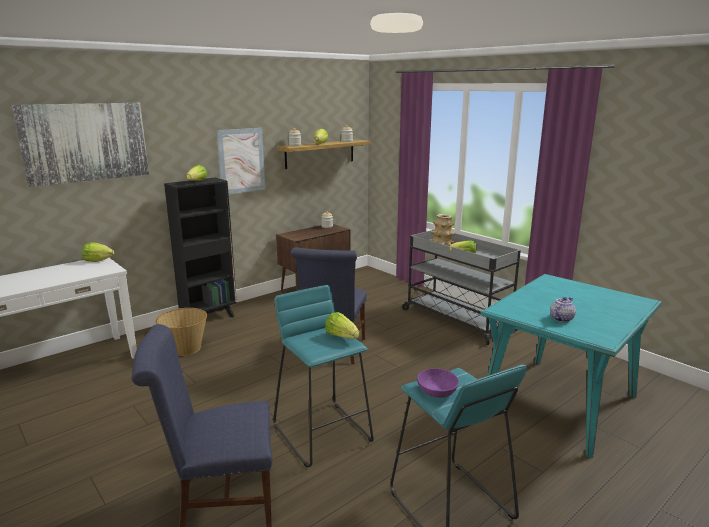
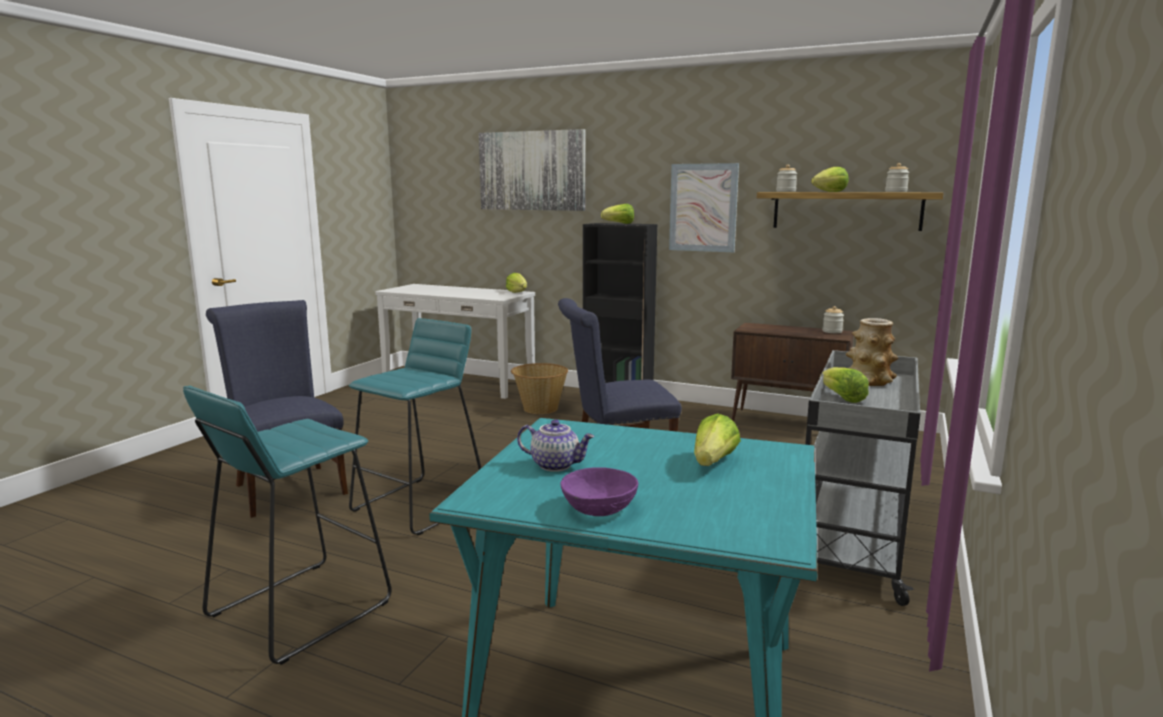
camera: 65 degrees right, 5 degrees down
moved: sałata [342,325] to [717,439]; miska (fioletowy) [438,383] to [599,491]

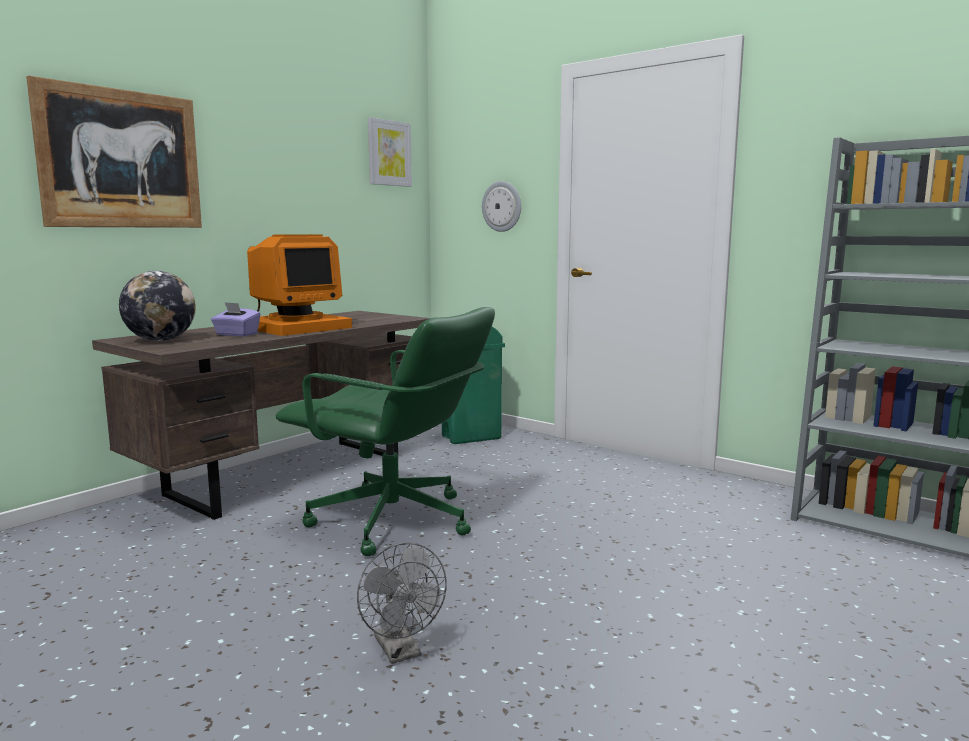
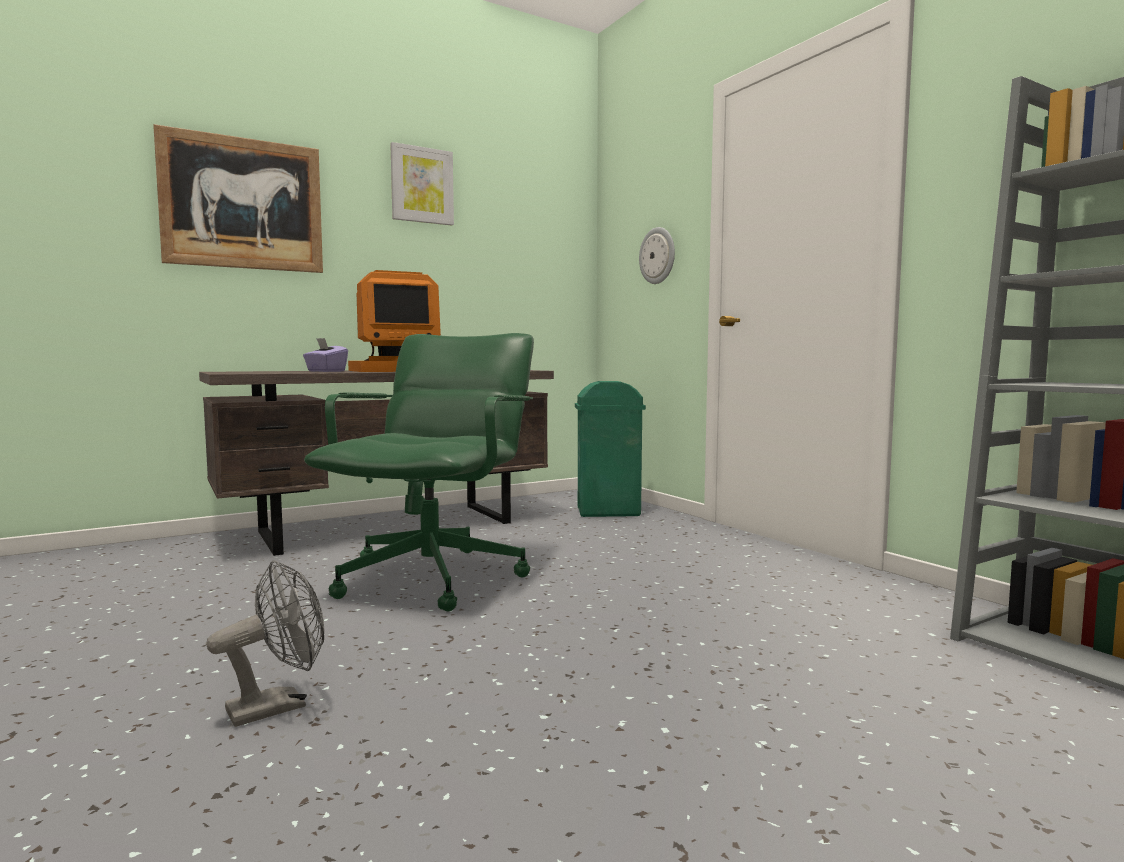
camera: 20 degrees right, 5 degrees down
removed: globus [157,306]
moved: obraz [390,152] to [422,184]
turned: krzesło biurowe (zielony) [385,431] = [419,472] 120 degrees counterclockwise; wentylator (szary) [402,603] = [265,643] 120 degrees counterclockwise

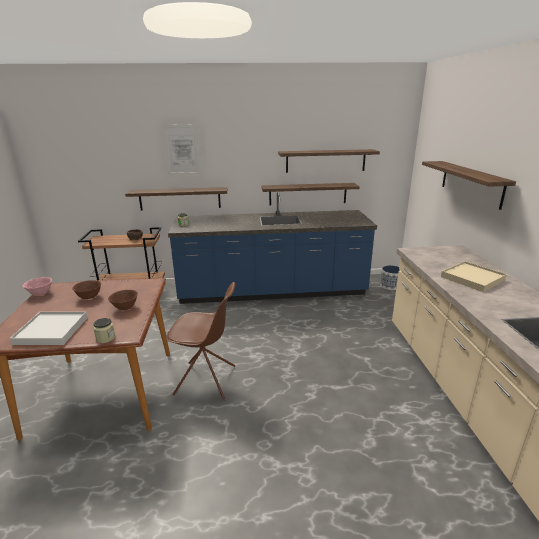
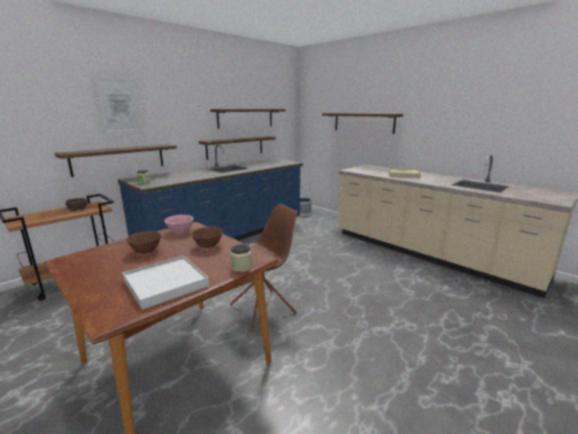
camera: 40 degrees left, 5 degrees down
moved: miska (różowy) [37,286] to [179,224]

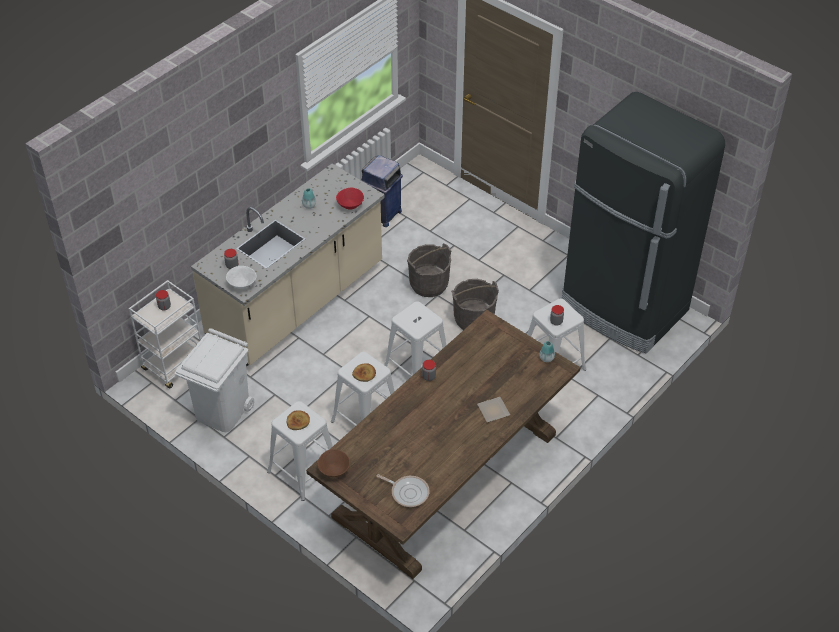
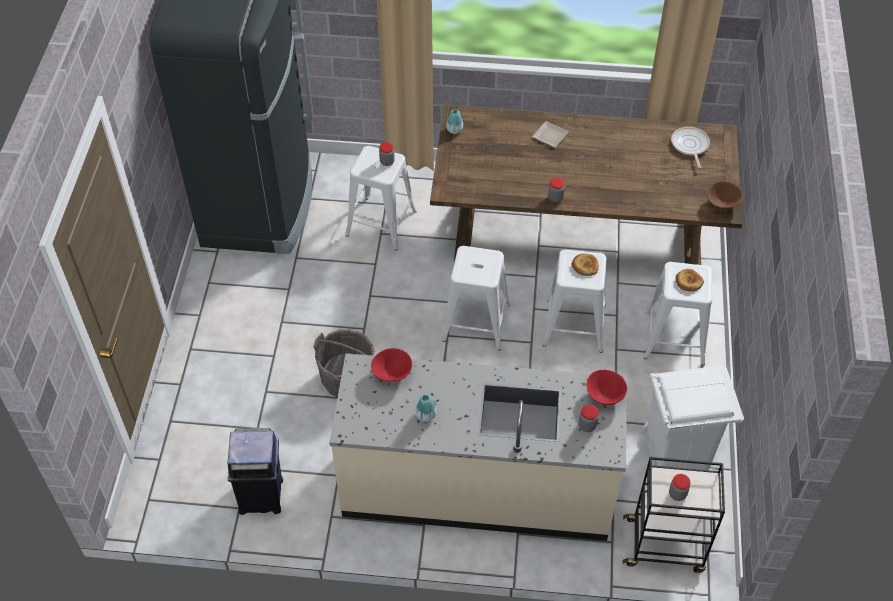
camera: 125 degrees left, 5 degrees up
removed: wiadro (szary) [475,304]
recoloured: miska (biały) [241,277] to miska (czerwony) [607,387]; wózek (biały) [165,334] to wózek (czarny) [674,515]

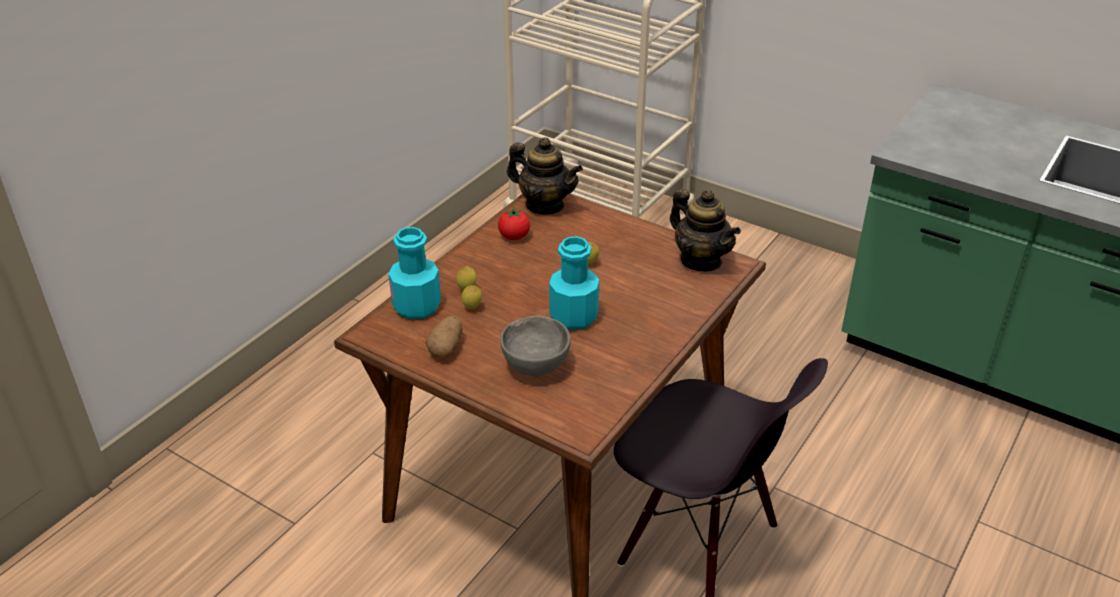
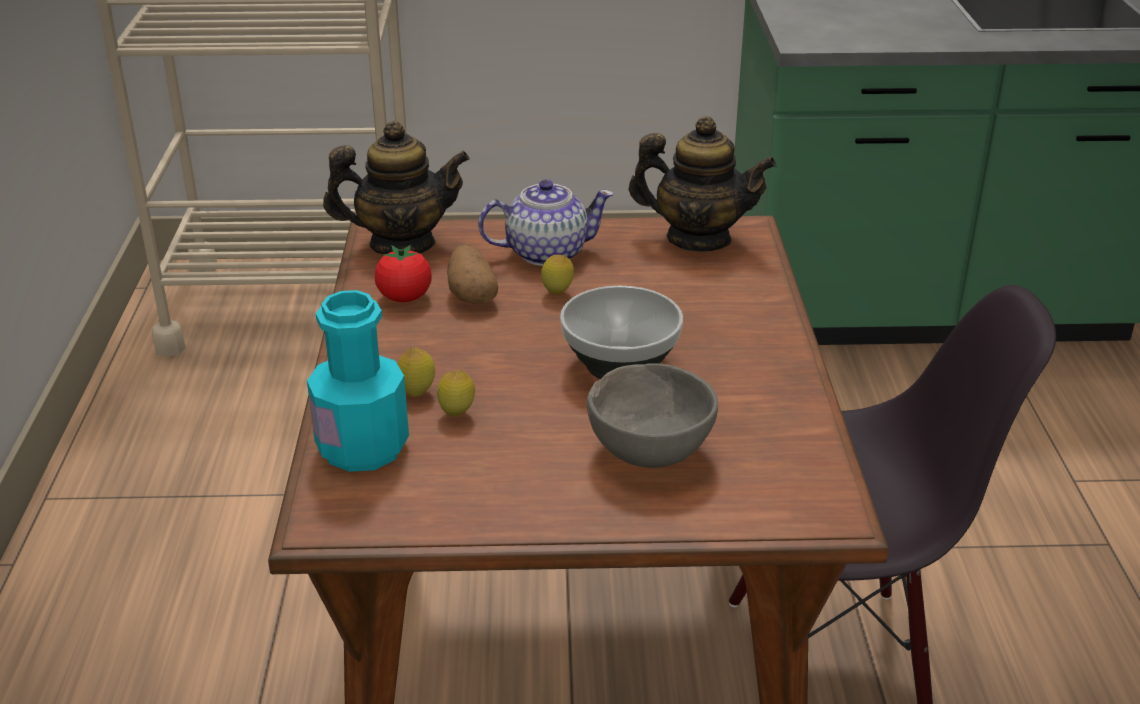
camera: 35 degrees left, 5 degrees down
added: imbryk [546,222]
moved: ziemniak [444,337] to [472,274]
replaced: butelka (turkusowy) [574,283] to miska [621,332]

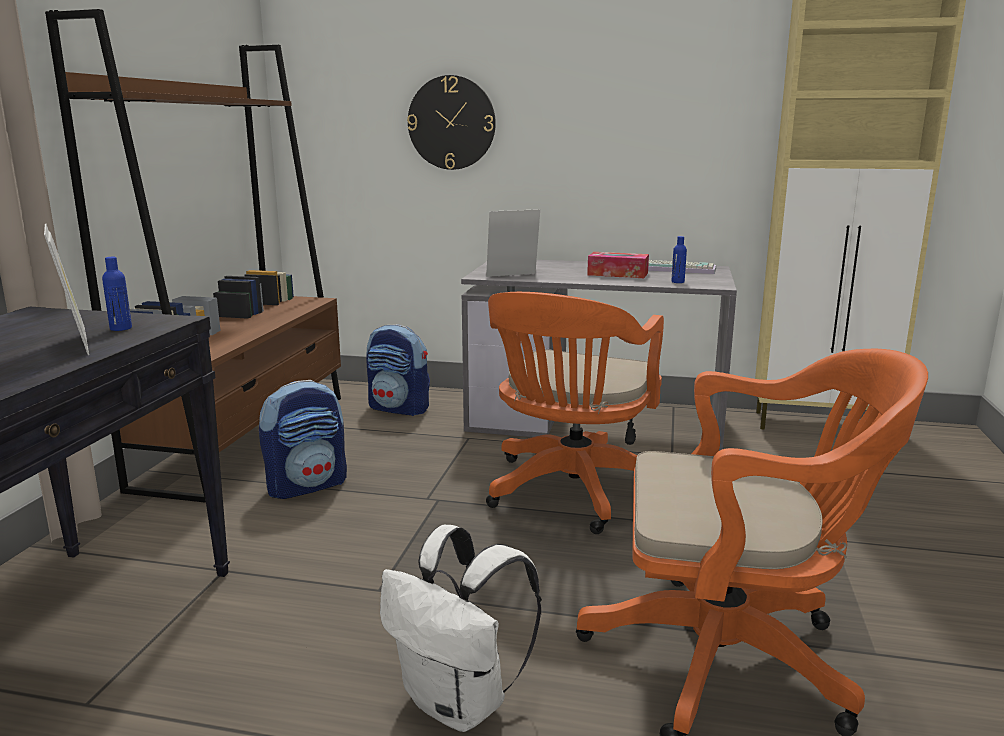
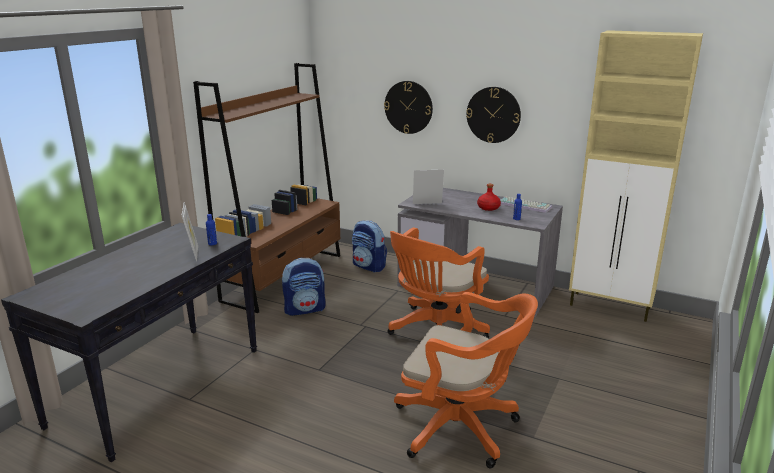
camera: 15 degrees right, 5 degrees up
removed: plecak (biały) [461,628]
added: zegar ścienny [493,115]
replaced: pudełko chusteczek [618,265] to butelka (czerwony) [489,197]

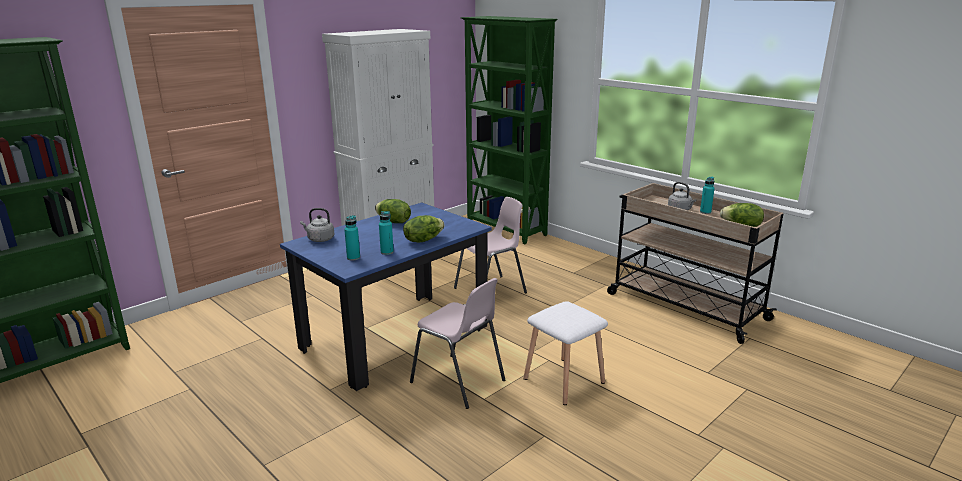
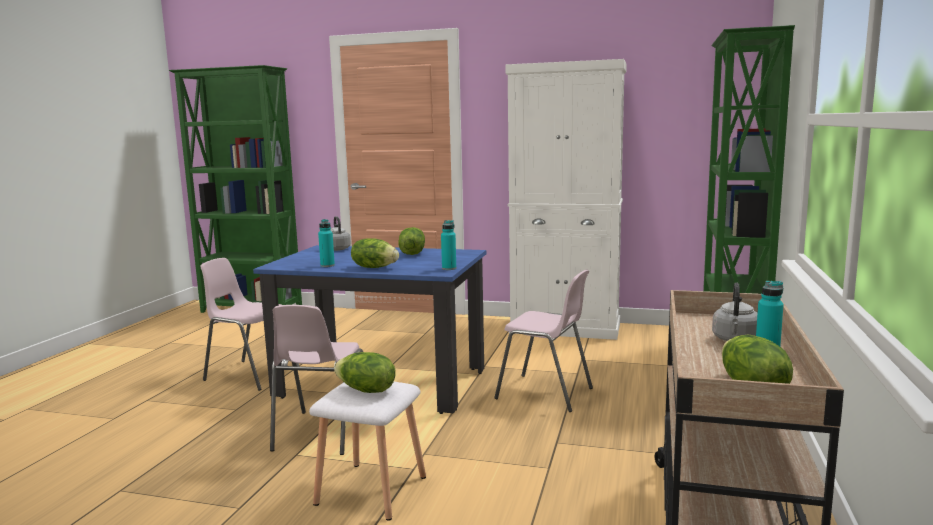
camera: 60 degrees right, 10 degrees down
added: krzesło (różowy) [250,324]; sałata [365,372]
moved: butelka (turkusowy) [352,238] to [448,245]

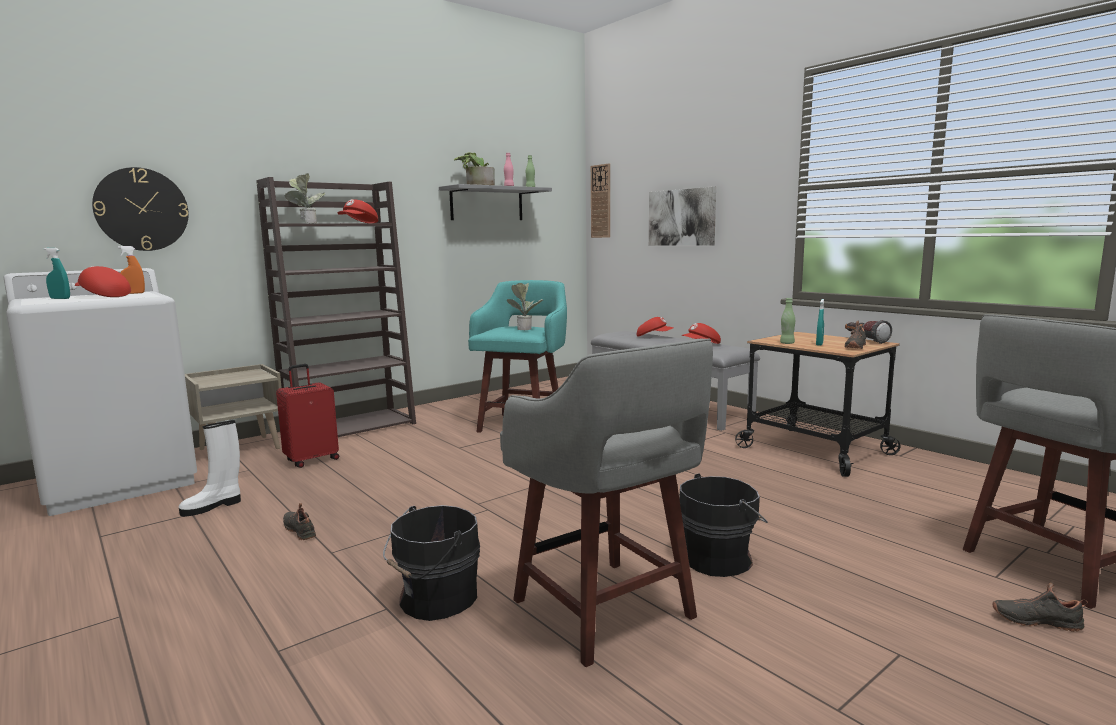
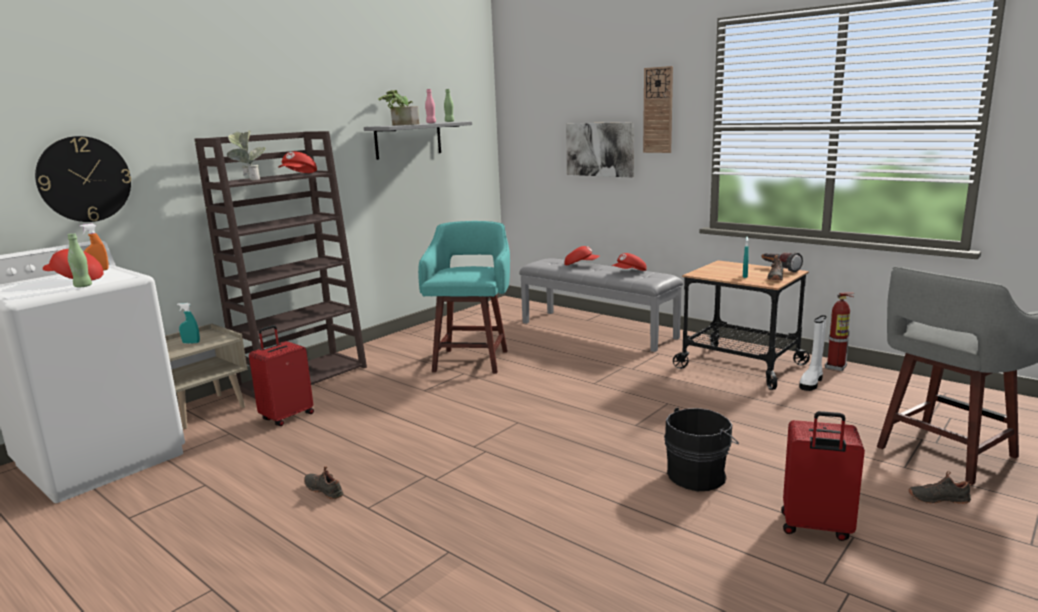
camera: 10 degrees left, 5 degrees up
removed: roślina doniczkowa [525,306]; stołek (szary) [606,503]; wiadro (czarny) [431,563]
added: gaśnica [840,331]; walizka (czerwony) [823,476]
moved: zegar ścienny [600,200] to [658,109]; spryskiwacz (turkusowy) [57,273] to [188,323]; butelka (zielony) [787,321] to [79,260]; but z cholewką (biały) [210,468] to [813,353]

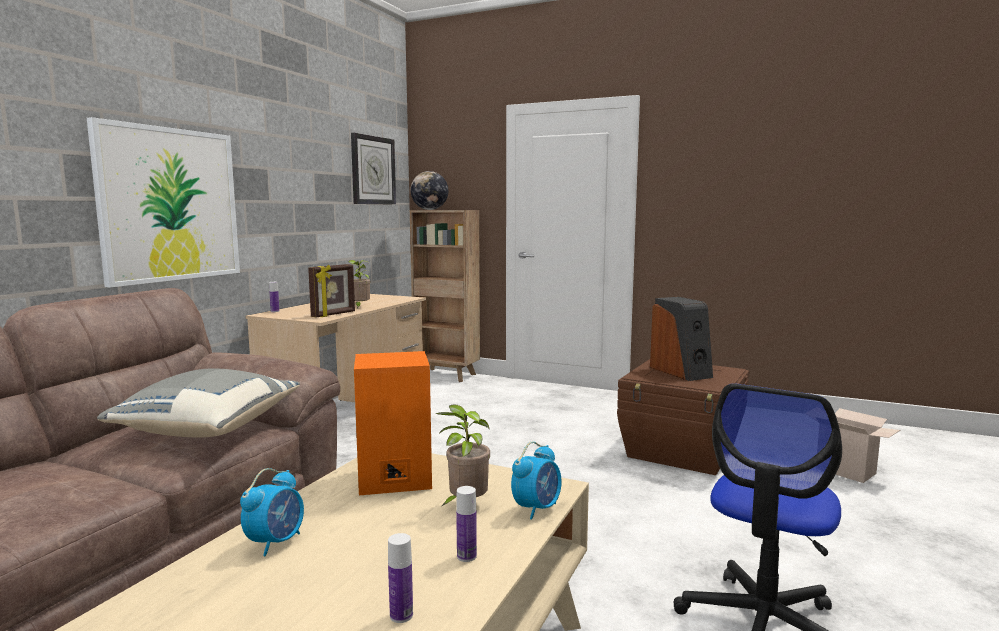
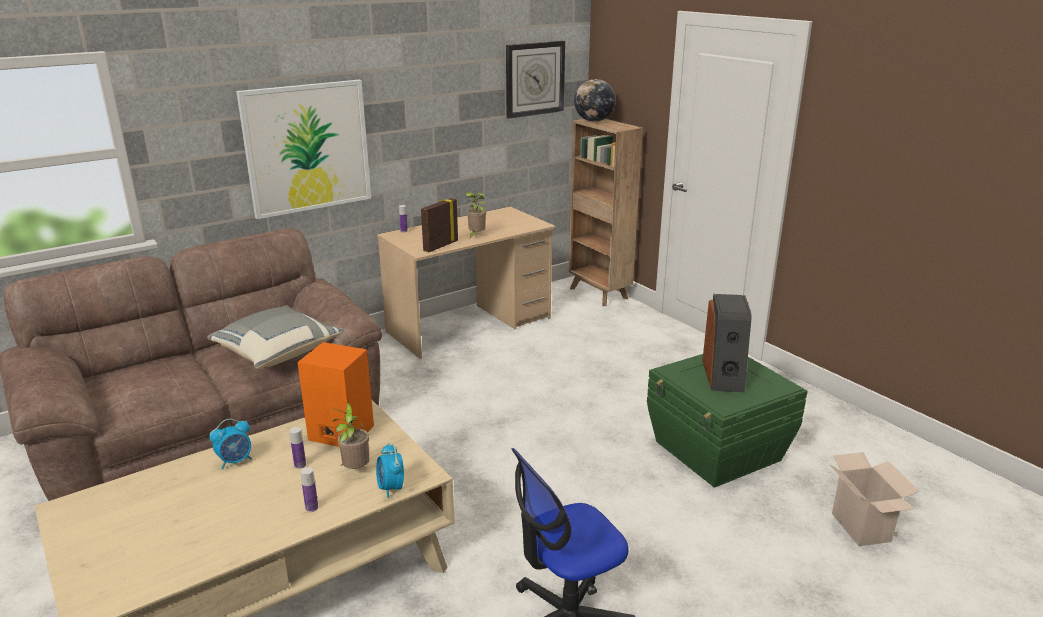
camera: 30 degrees right, 15 degrees up
moved: butelka [400,578] to [297,448]
recoloured: pojemnik do przechowywania (brązowy) [683,417] to pojemnik do przechowywania (zielony) [727,421]
turned: ramka na zdjęcie [331,291] = [439,225] 150 degrees clockwise; budzik [536,481] = [390,470] 90 degrees clockwise

